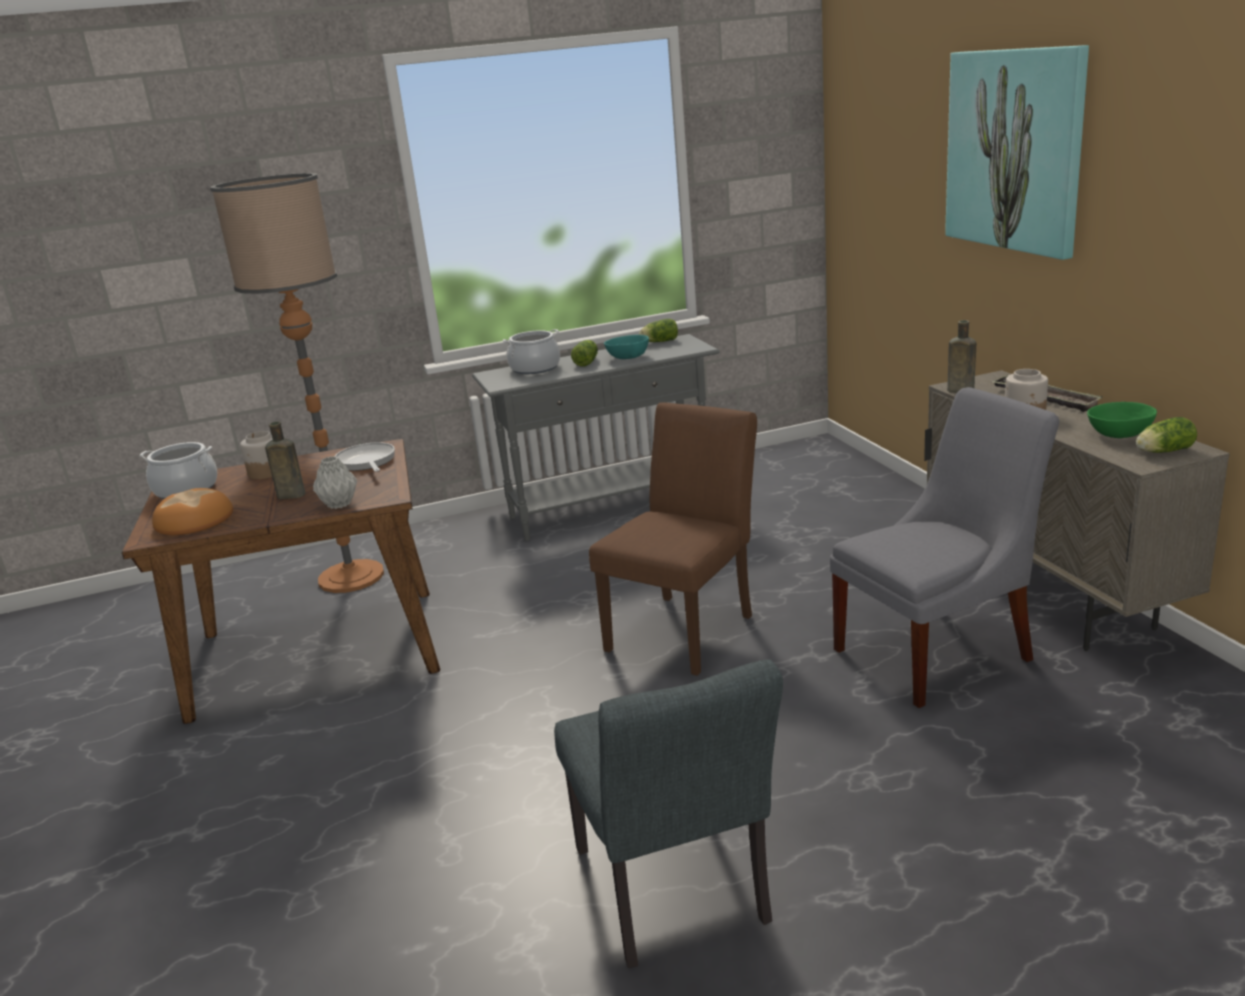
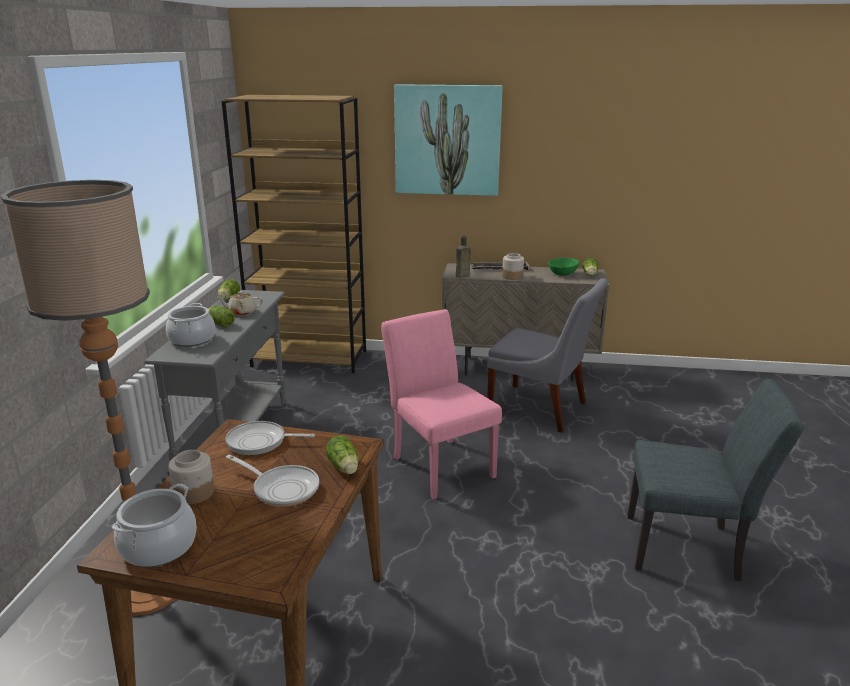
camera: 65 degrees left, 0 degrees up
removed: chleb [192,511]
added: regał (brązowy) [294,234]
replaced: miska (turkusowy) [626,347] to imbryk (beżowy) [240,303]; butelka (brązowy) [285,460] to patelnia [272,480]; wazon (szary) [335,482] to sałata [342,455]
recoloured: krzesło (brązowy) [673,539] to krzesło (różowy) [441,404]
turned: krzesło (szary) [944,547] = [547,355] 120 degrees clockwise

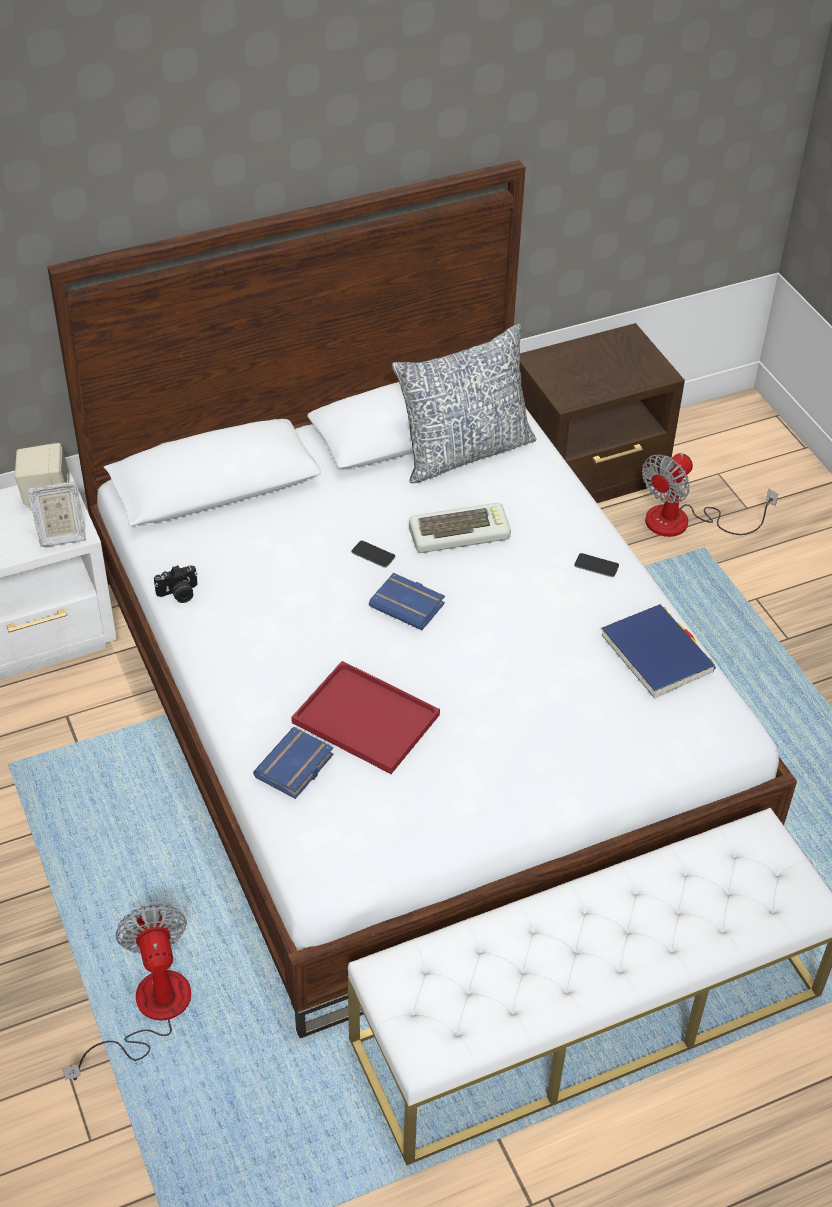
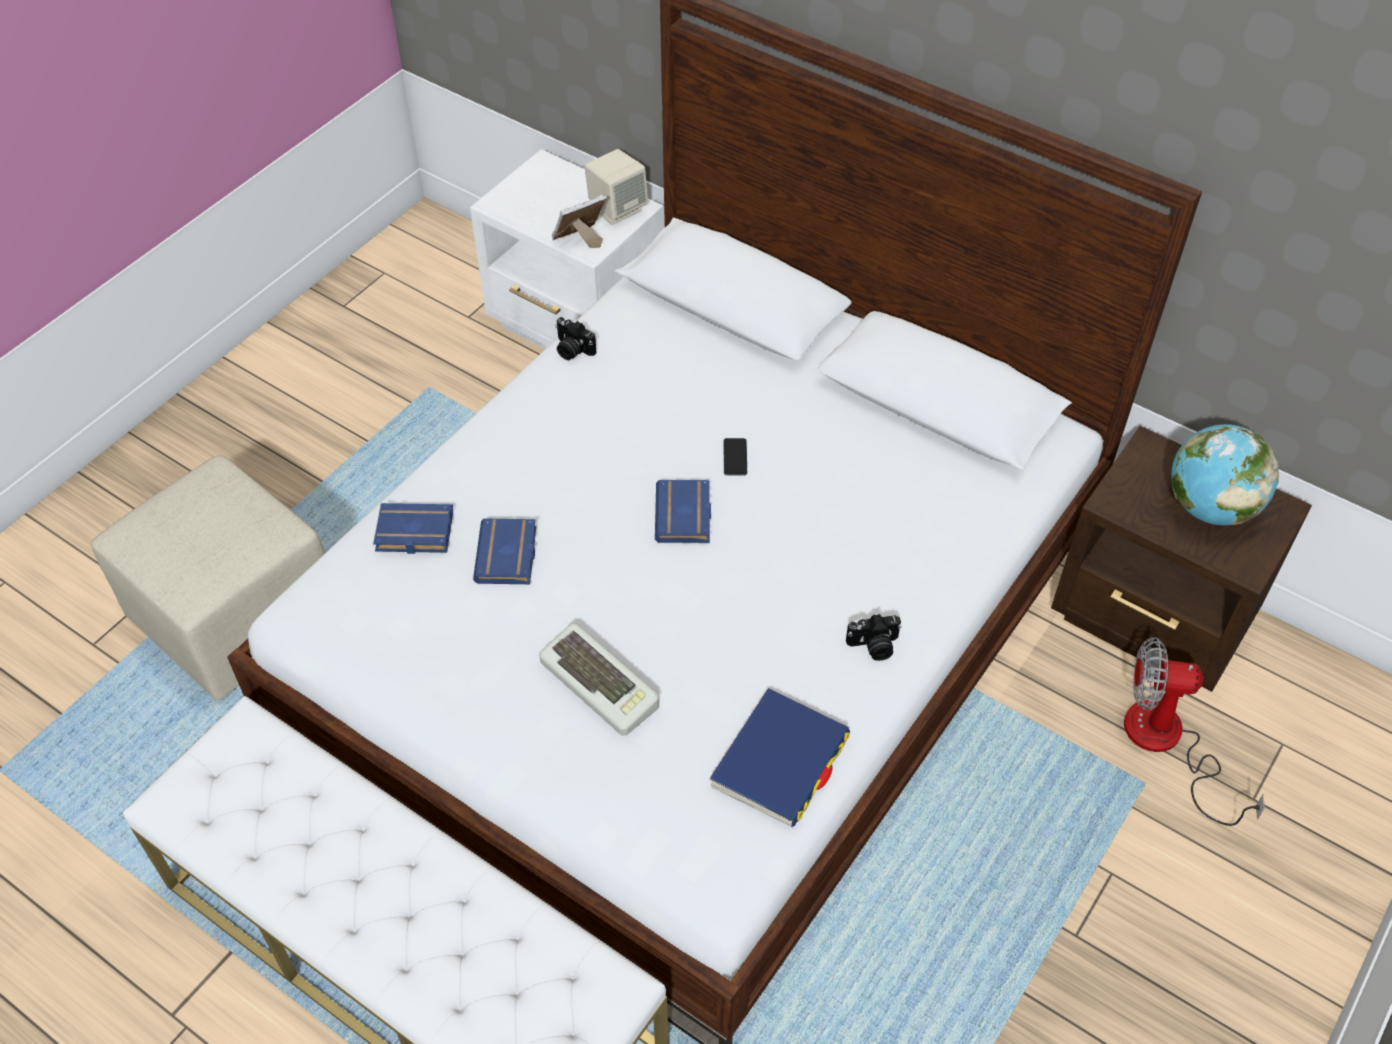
camera: 60 degrees right, 5 degrees up
removed: poduszka [464,403]
added: globus [1225,474]
moved: klawiatura [460,528] to [599,679]
replaced: telefon [596,565] to aparat fotograficzny [874,637]; taca (czerwony) [365,717] to książka (niebieski) [504,551]; wentylator [126,992] to pufa (beżowy) [208,578]
turned: ramka na zdjęcie [56,514] = [579,221] 105 degrees clockwise

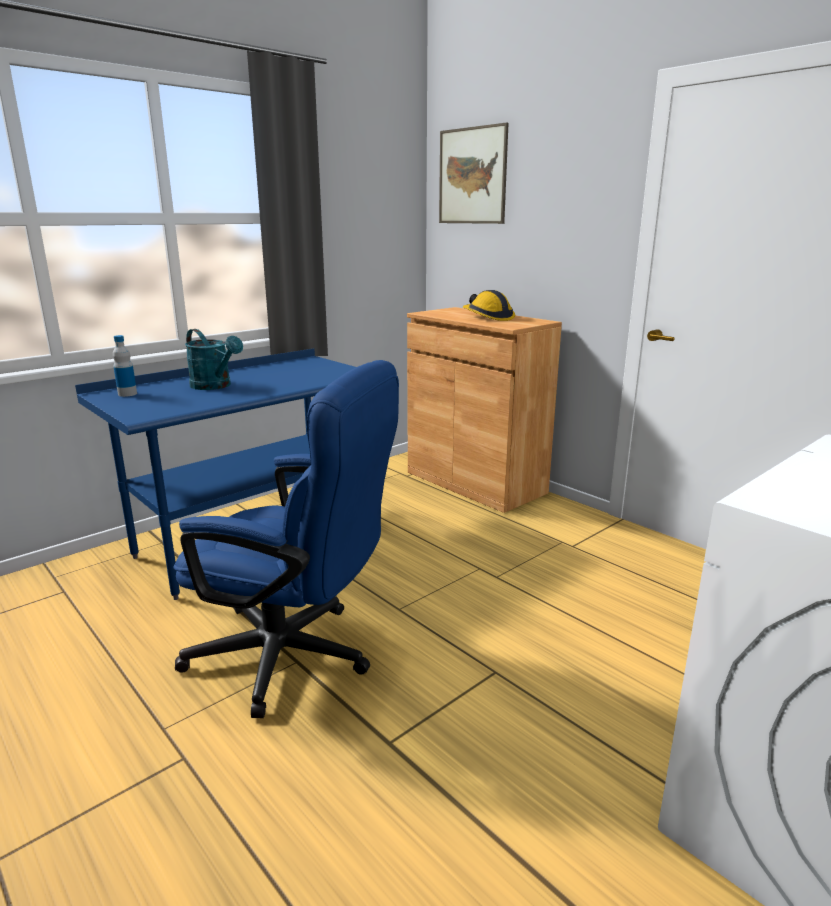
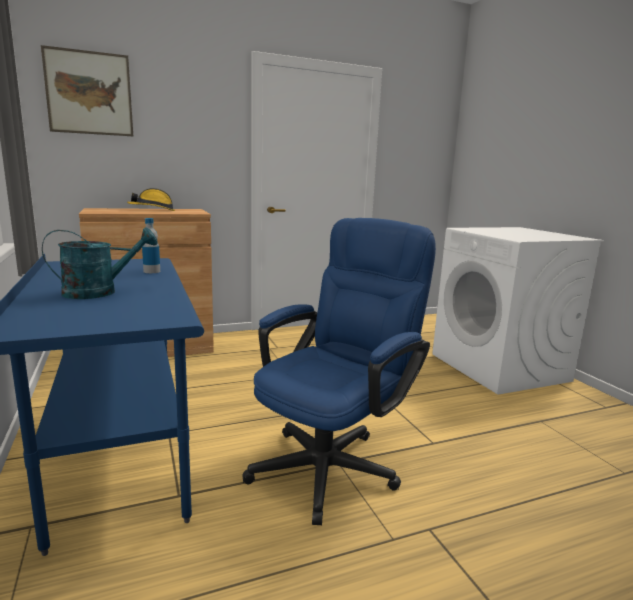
camera: 70 degrees left, 5 degrees down
moved: butelka [125,366] to [151,245]

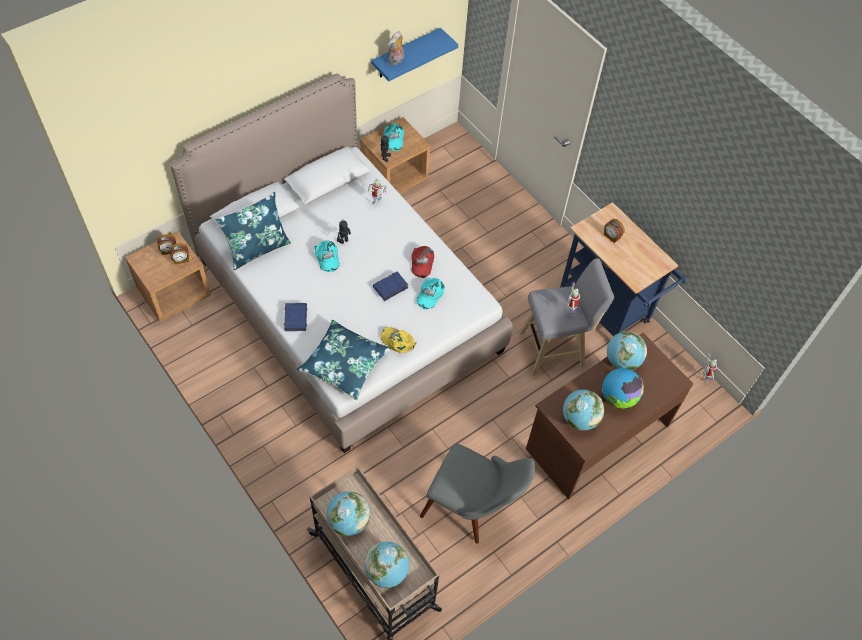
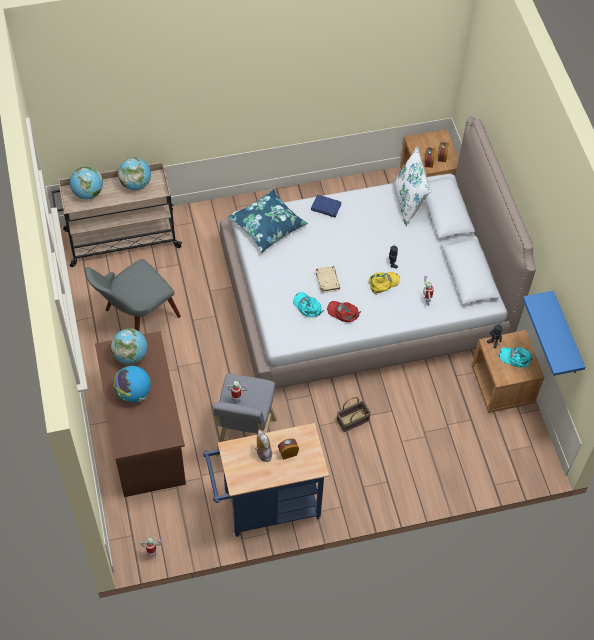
camera: 115 degrees right, 0 degrees up
removed: czapka z daszkiem (turkusowy) [327,256]; globus [627,350]
added: koszyk [354,414]
moved: pluszak [395,48] to [263,445]; czapka z daszkiem (żółty) [399,340] to [384,283]
recoloured: poduszka (niebieski) [253,230] to poduszka (biały) [412,186]; książka (niebieski) [391,286] to książka (beżowy) [327,279]

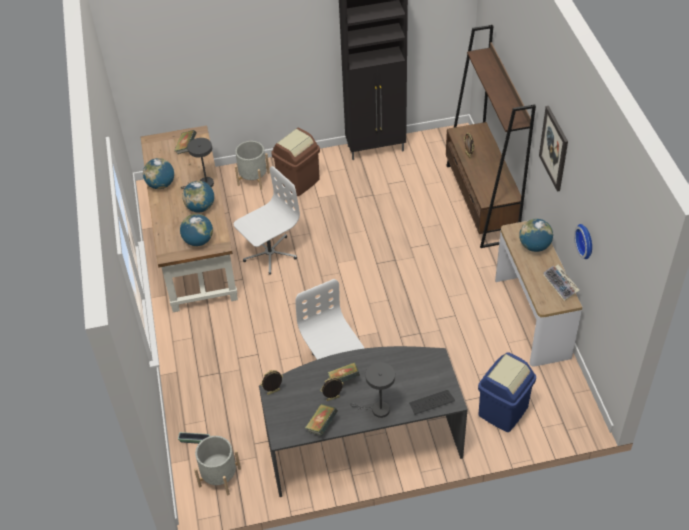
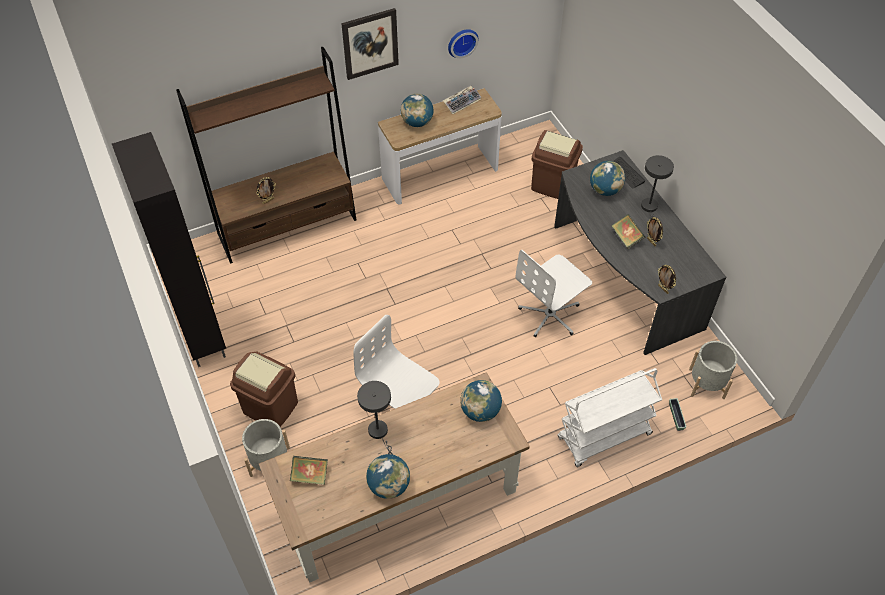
camera: 105 degrees left, 5 degrees up
removed: książka [321,420]
added: wózek (biały) [609,417]
moved: globus [198,196] to [607,178]
recoloured: kosz na śmieci (niebieski) [507,392] to kosz na śmieci (brązowy) [557,164]

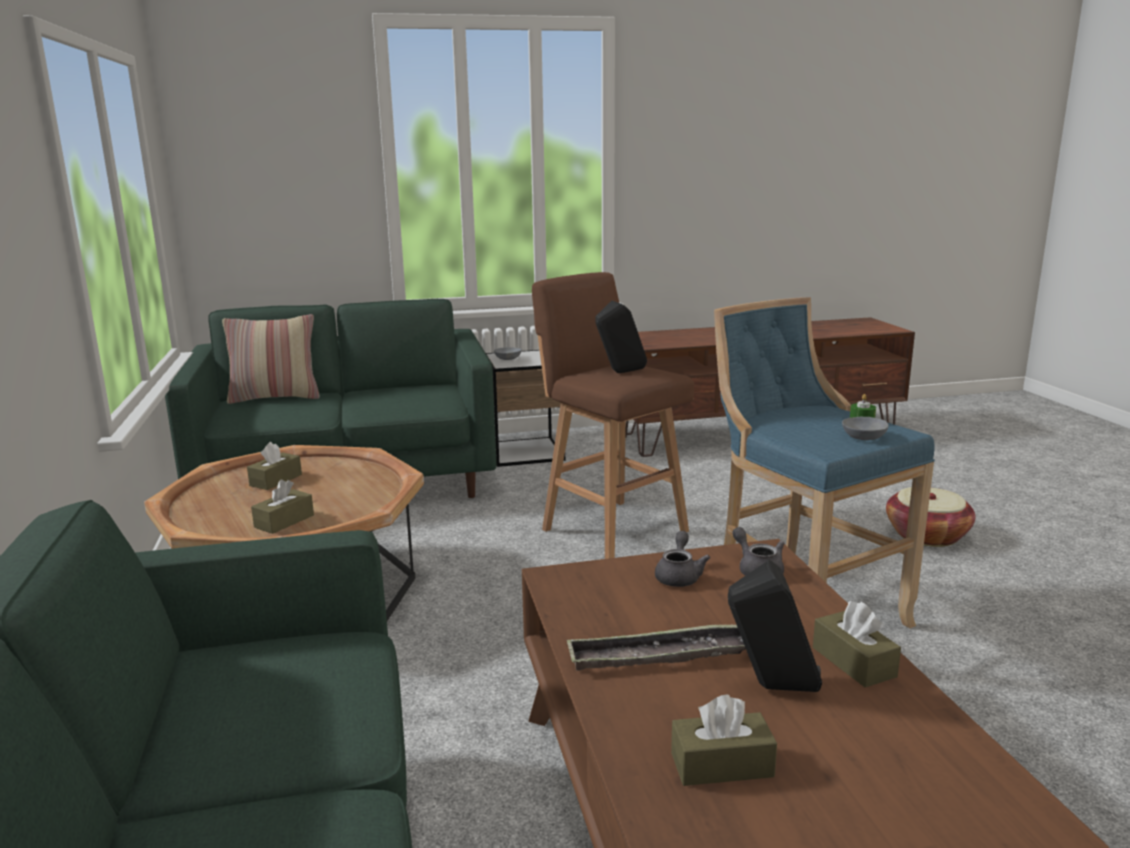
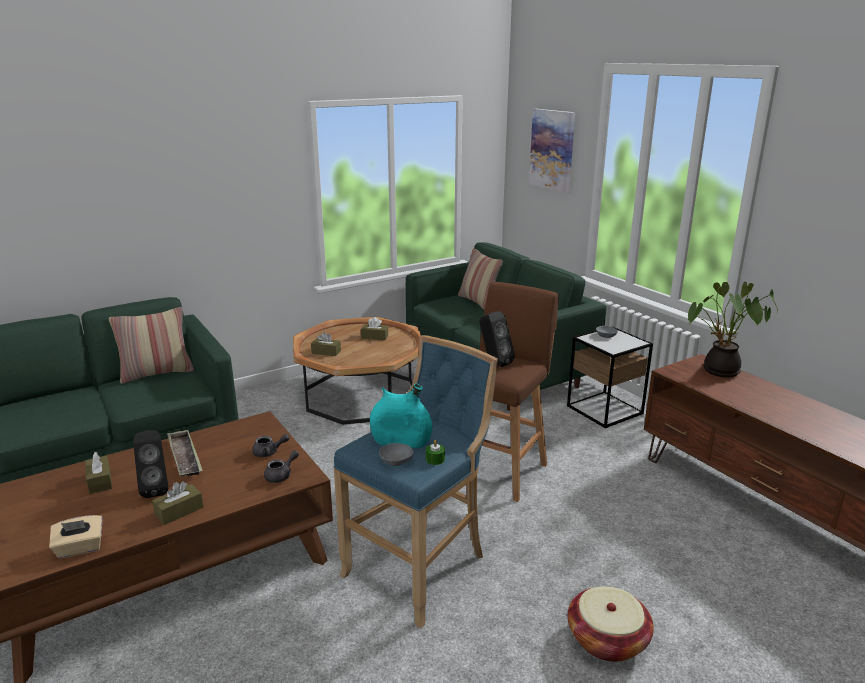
camera: 70 degrees right, 5 degrees up
added: obraz [552,150]; roślina doniczkowa [733,330]; poduszka [151,345]; wazon (turkusowy) [401,415]; pudełko chusteczek (beżowy) [76,536]

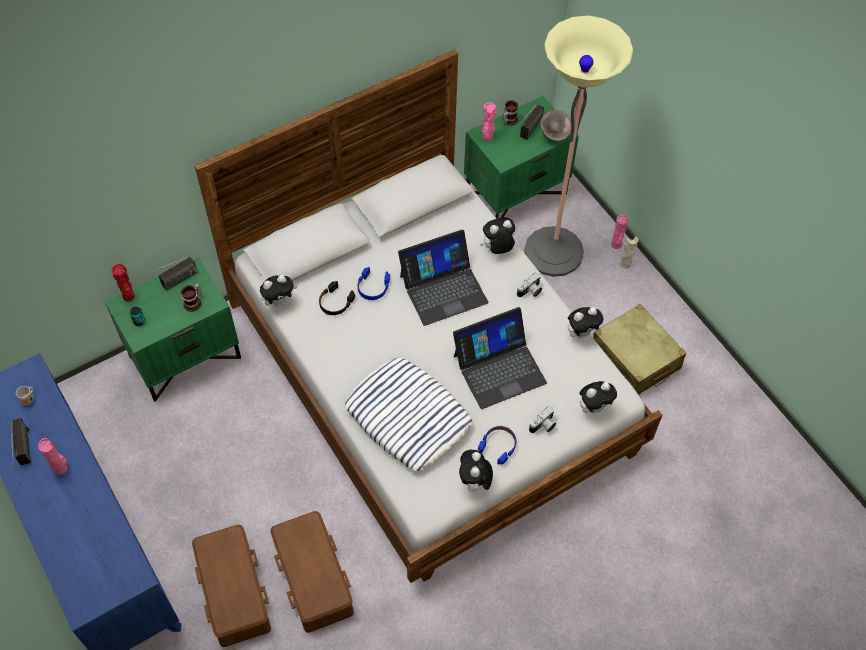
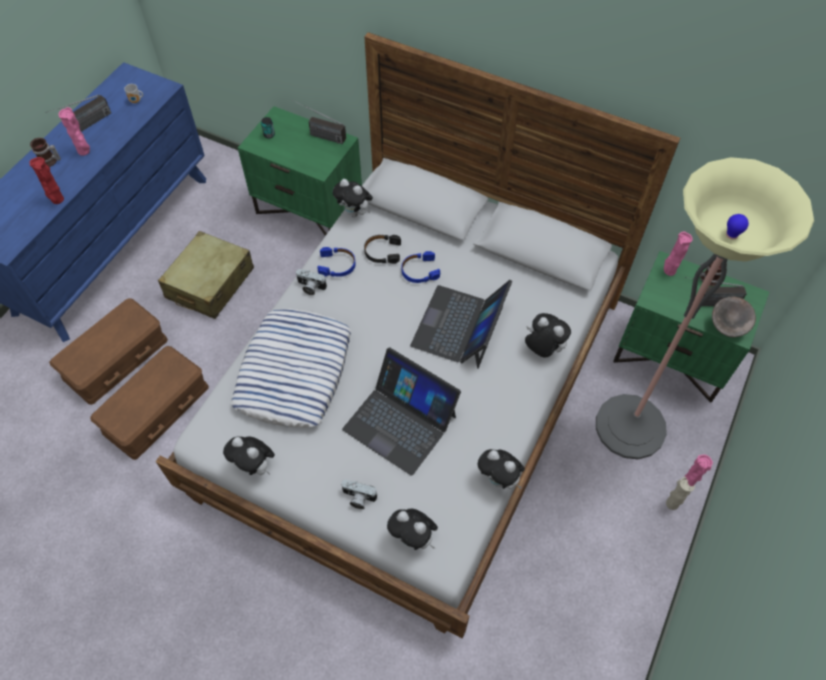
camera: 60 degrees right, 0 degrees up
moved: wazon (czerwony) [123,282] to [46,180]; aparat fotograficzny [529,285] to [311,282]; kubek [191,297] to [45,152]; walizka (beżowy) [639,349] to [206,275]; słuchawki (niebieski) [497,445] to [336,262]
turned: laptop [443,277] = [461,324] 75 degrees clockwise; pluszak [476,471] = [249,455] 120 degrees counterclockwise

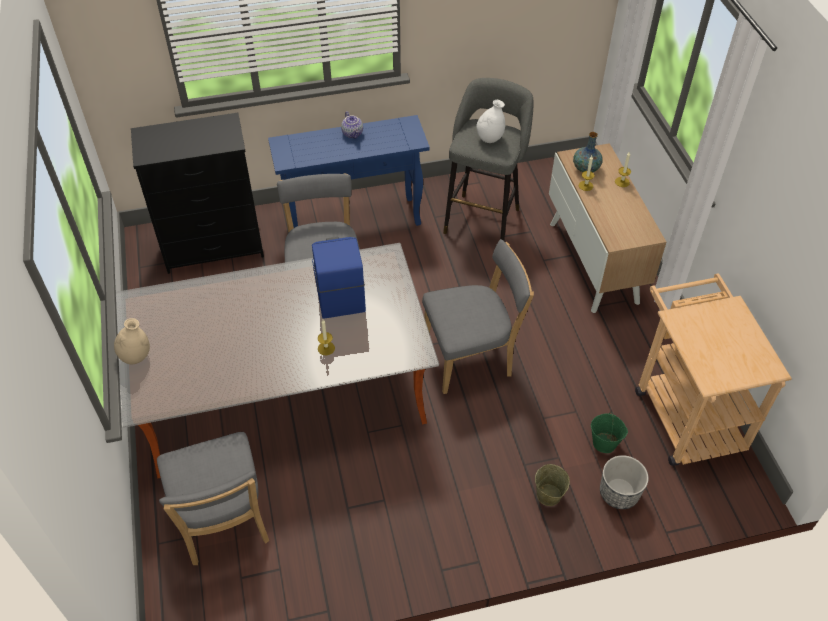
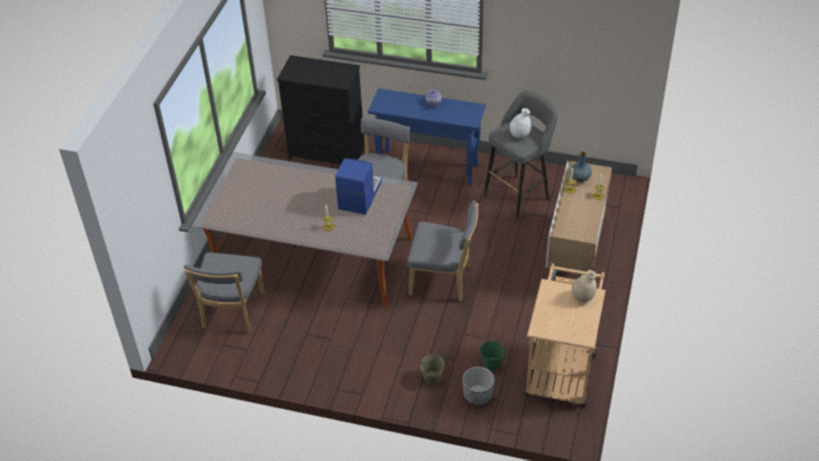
camera: 30 degrees right, 5 degrees down
moved: wazon (beżowy) [132,341] to [584,286]

